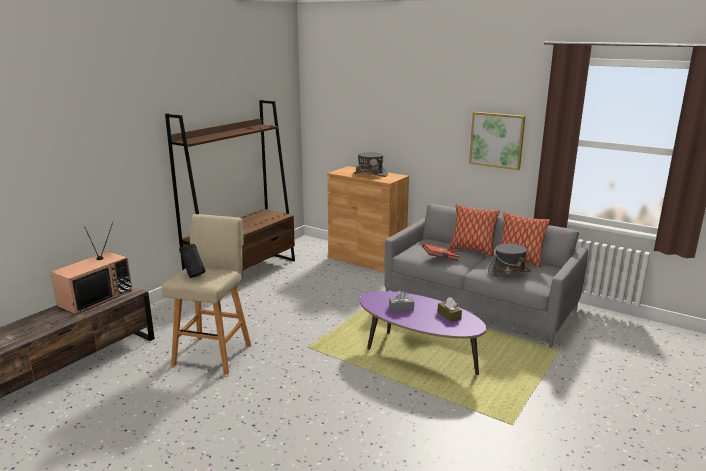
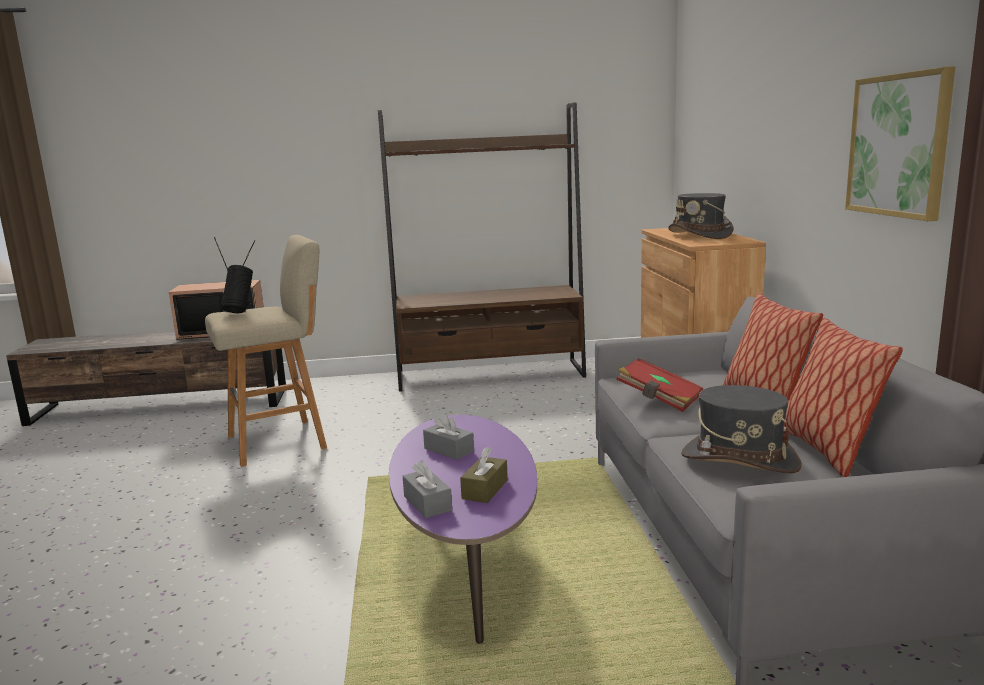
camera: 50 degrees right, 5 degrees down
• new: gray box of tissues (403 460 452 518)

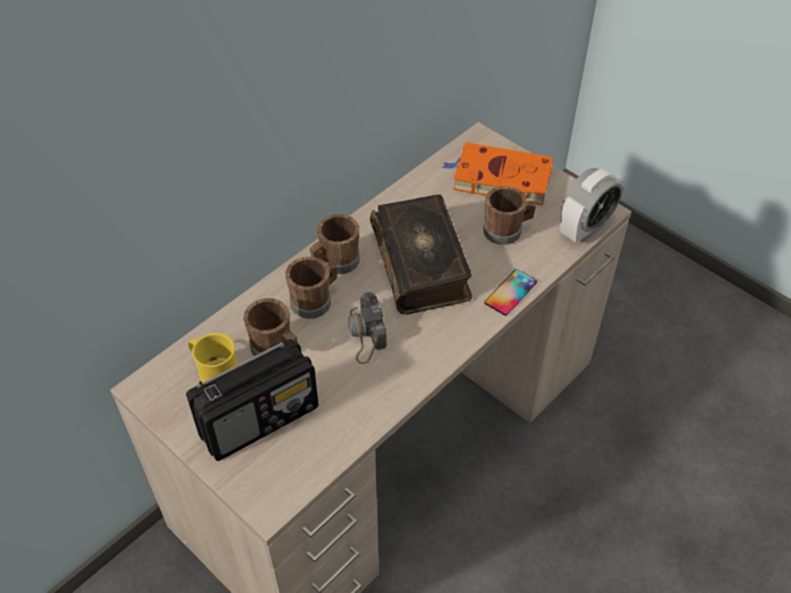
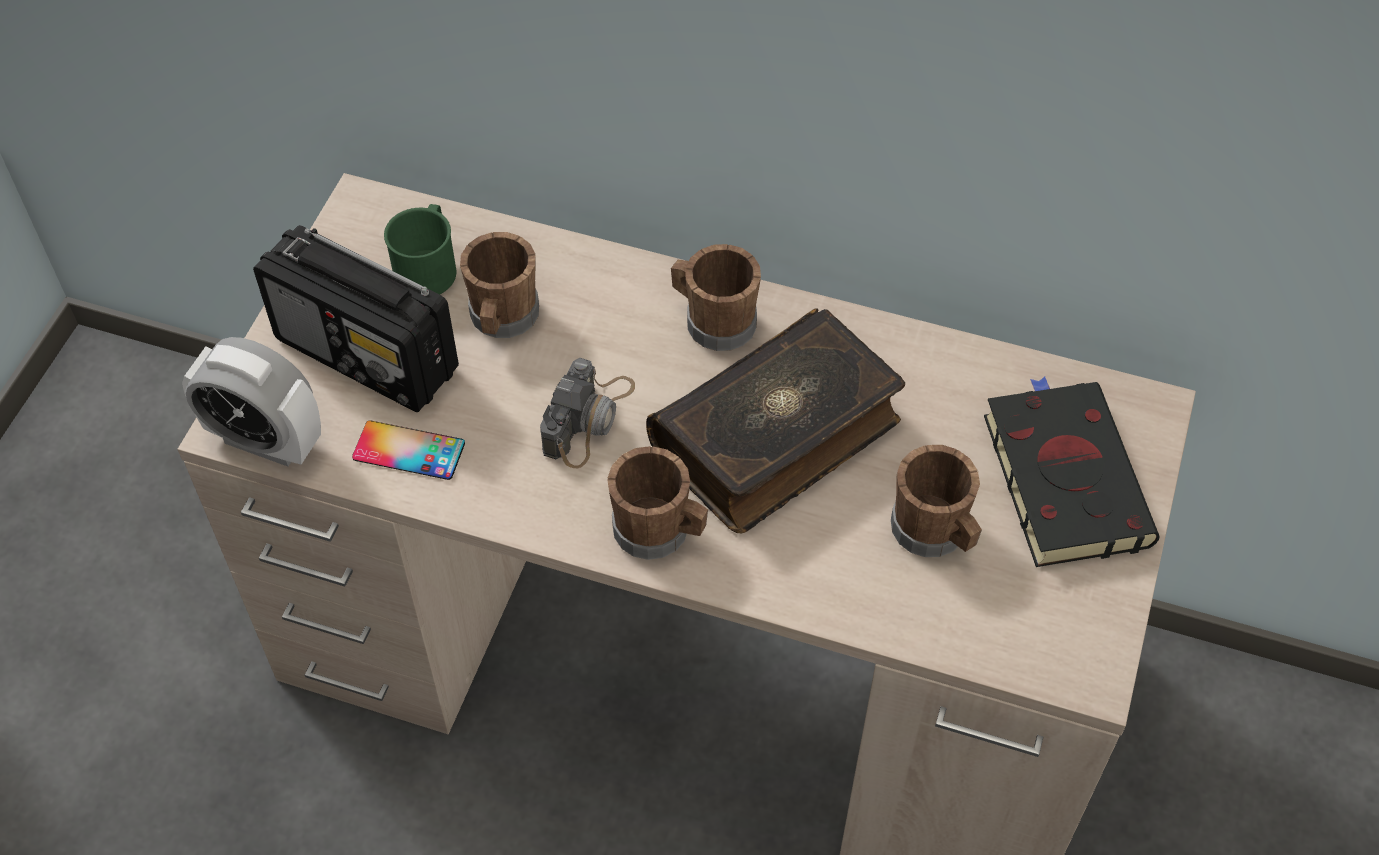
camera: 65 degrees right, 5 degrees up
• shifted: brown-coloured tea mug (285 256 337 319) to (607 446 708 560)
• shifted: phone (484 269 537 316) to (352 420 465 480)
• shifted: alarm clock (560 168 623 243) to (182 337 321 466)
• repainted: yellowish tea mug (188 333 238 383) to greenish tea mug (384 204 457 294)
• repainted: orange-coloured book (442 142 553 206) to black book (984 377 1160 567)
• rotated: still camera (348 292 387 364) = (540 358 635 468) 150 degrees clockwise

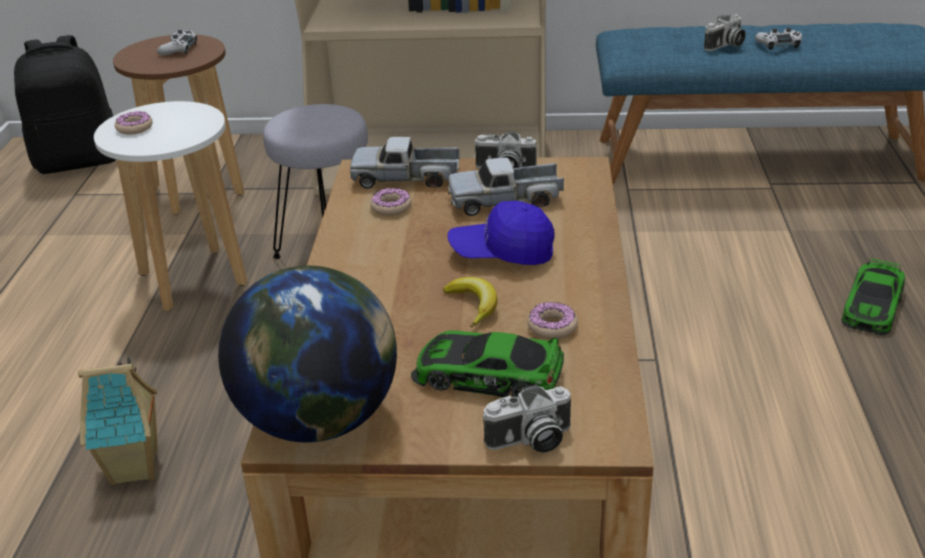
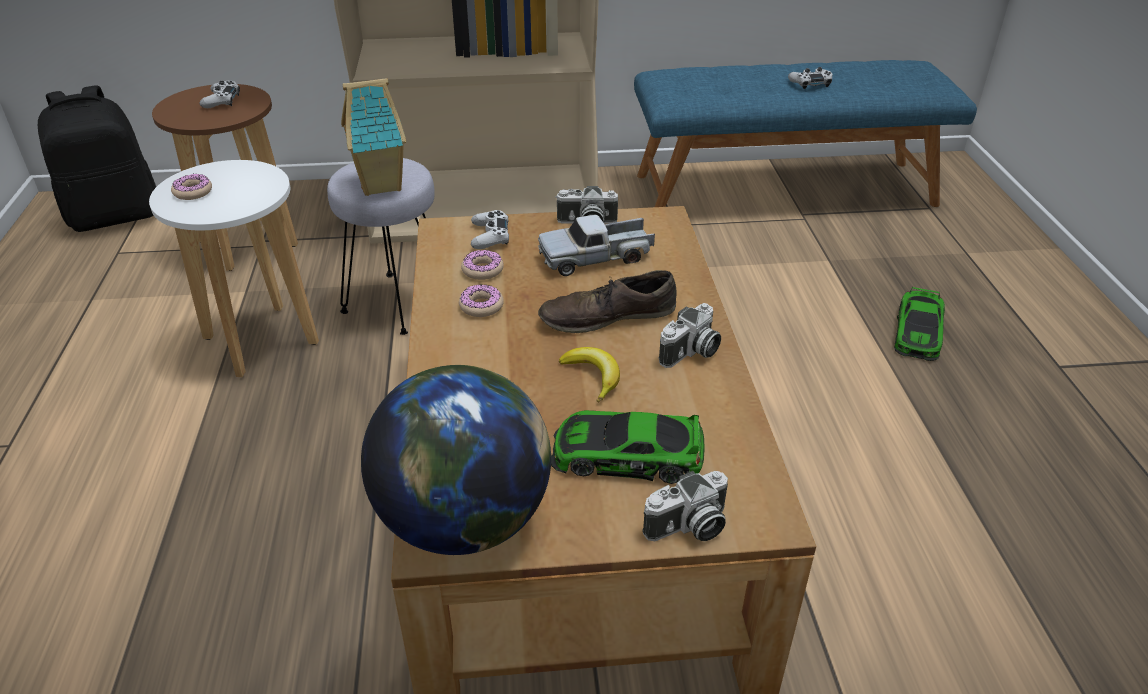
camera: 10 degrees left, 5 degrees up
• shifted: model house (78 357 158 485) to (341 78 406 196)
• shifted: donut (527 302 578 339) to (459 284 504 317)
• shifted: still camera (704 14 746 51) to (659 303 721 368)
• swapped: toy lorry (350 137 460 189) to white gamepad (471 210 509 249)
• swapped: bluish baseball cap (447 201 555 265) to brown-coloured item of footwear (538 270 677 333)

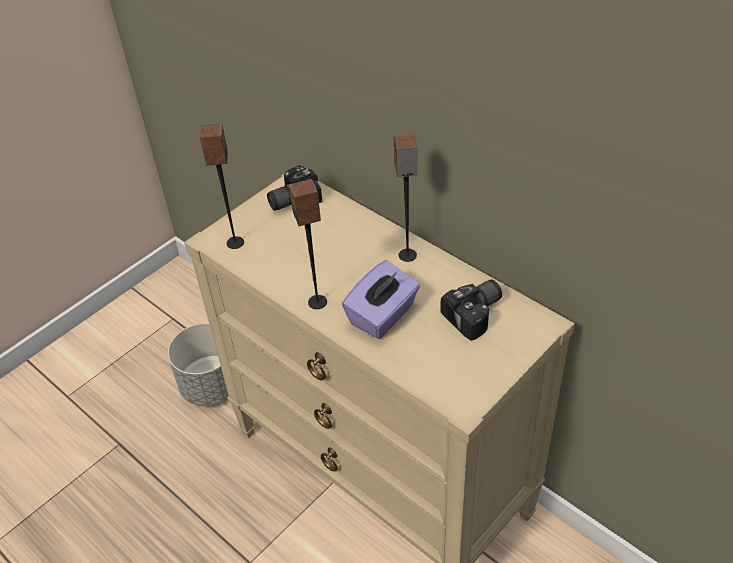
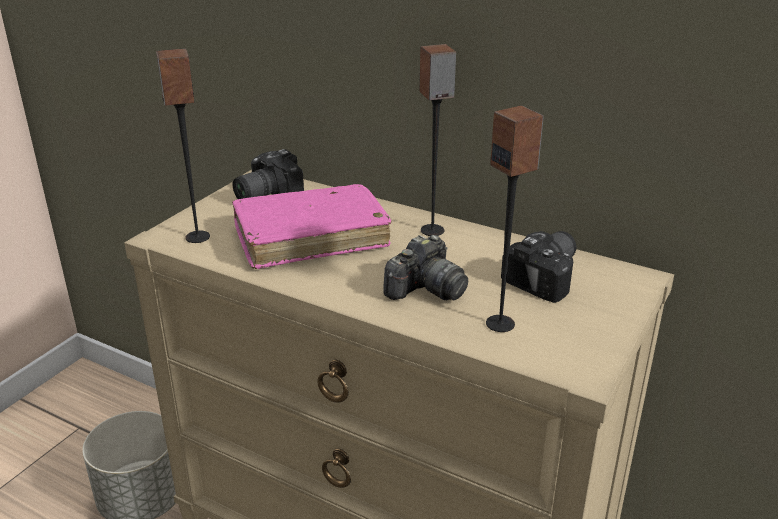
camera: 15 degrees left, 15 degrees down
• new: pinkish book (232 184 392 269)
• shifted: speaker (289 179 327 309) to (486 106 544 332)
• swapped: purple box of tissues (342 260 420 339) to still camera (383 235 468 300)

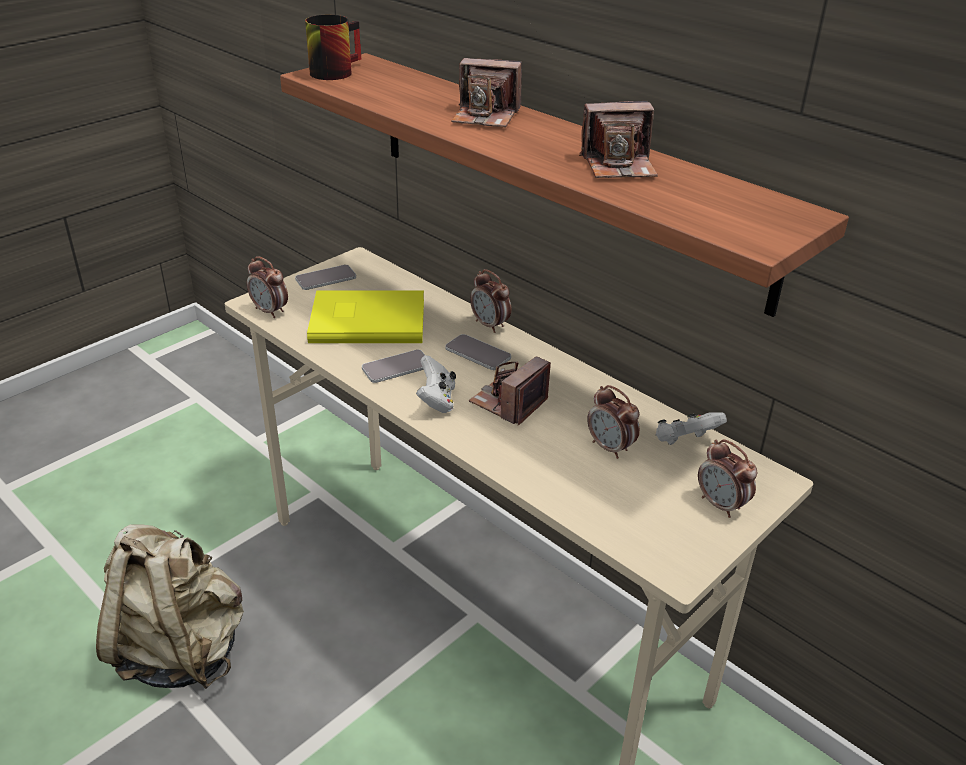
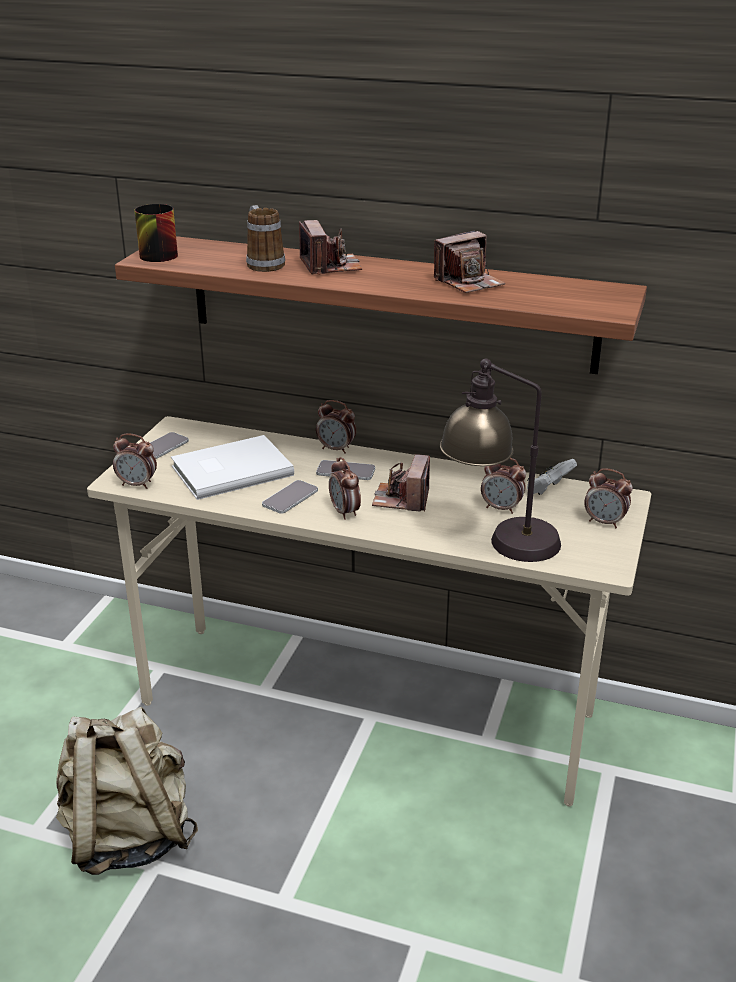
camera: 25 degrees left, 5 degrees down
• new: tea mug (246 205 285 272)
• new: tabletop lamp (440 359 561 562)
• swapped: white gamepad (416 355 456 413) to alarm clock (329 457 361 520)
• repainted: yellowish book (307 290 424 343) to white book (171 435 294 500)
• rotated: still camera (451 58 522 127) = (299 220 362 275) 90 degrees counterclockwise

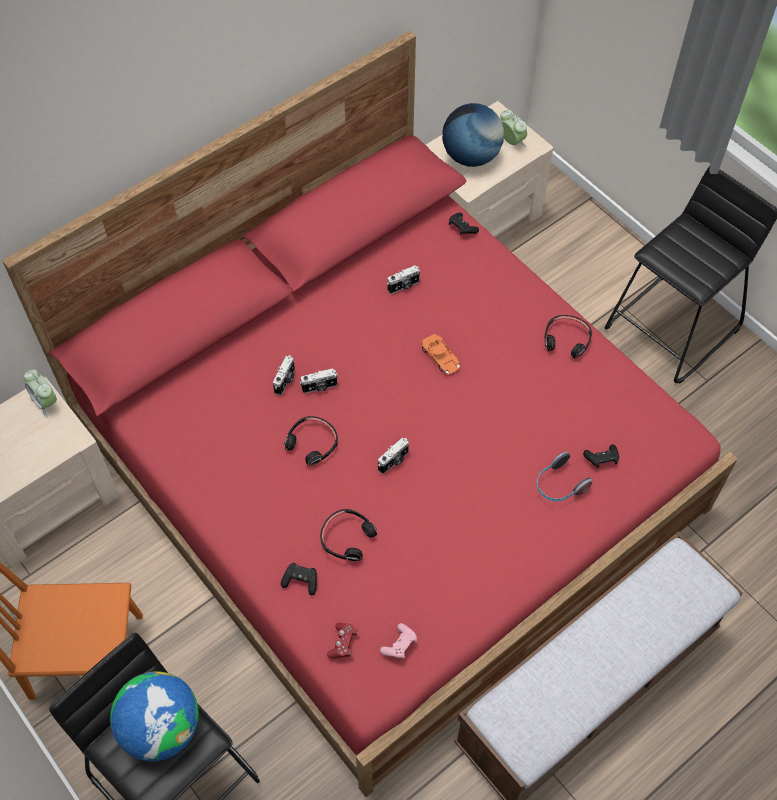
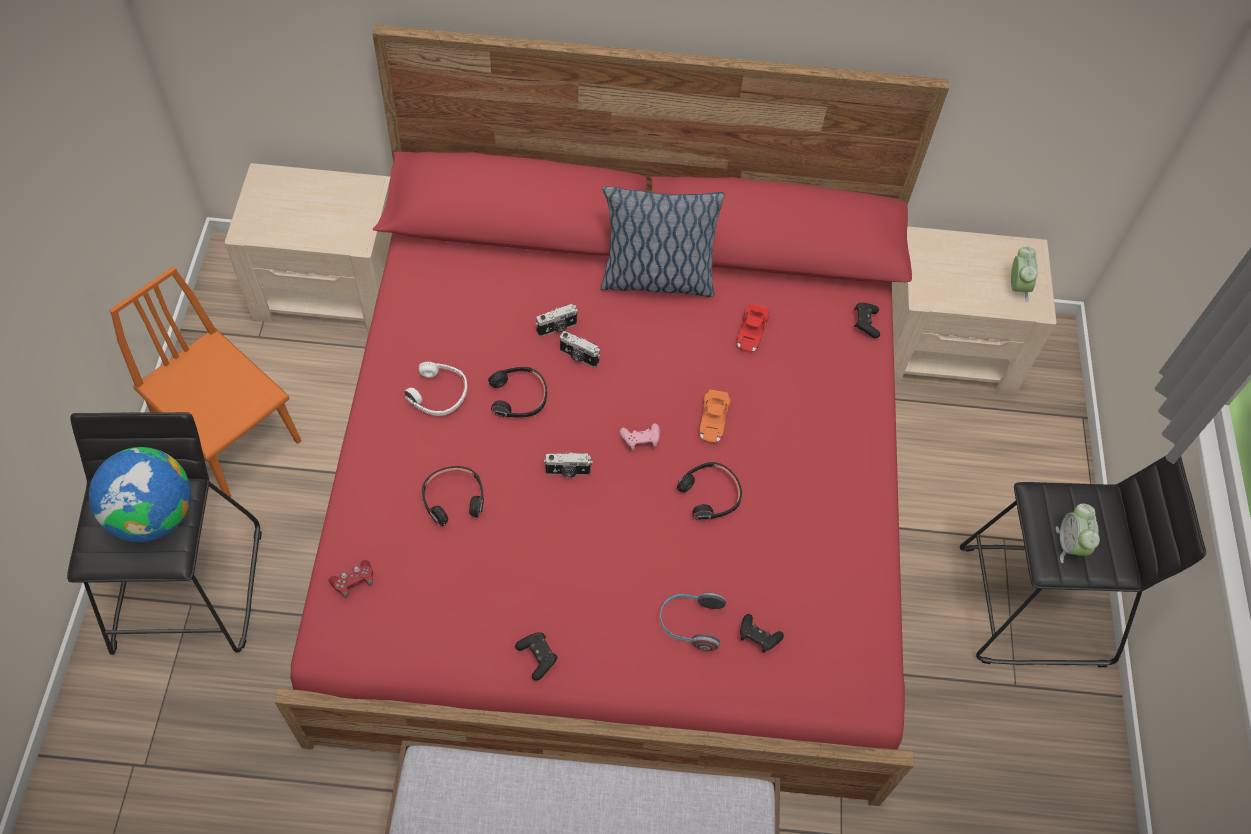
camera: 40 degrees right, 0 degrees up
• gone: globe (442 103 504 167)
• new: white headset (404 362 467 416)
• new: cushion (601 186 725 297)
• shifted: alarm clock (24 369 57 417) to (1056 504 1100 563)
• shifted: black gamepad (281 563 317 595) to (515 632 558 680)
• shifted: pinkish gamepad (380 623 417 659) to (619 424 660 450)
• shifted: black headset (545 315 592 359) to (677 462 742 520)
• swapped: still camera (387 266 420 294) to reddish toy car (737 303 770 352)

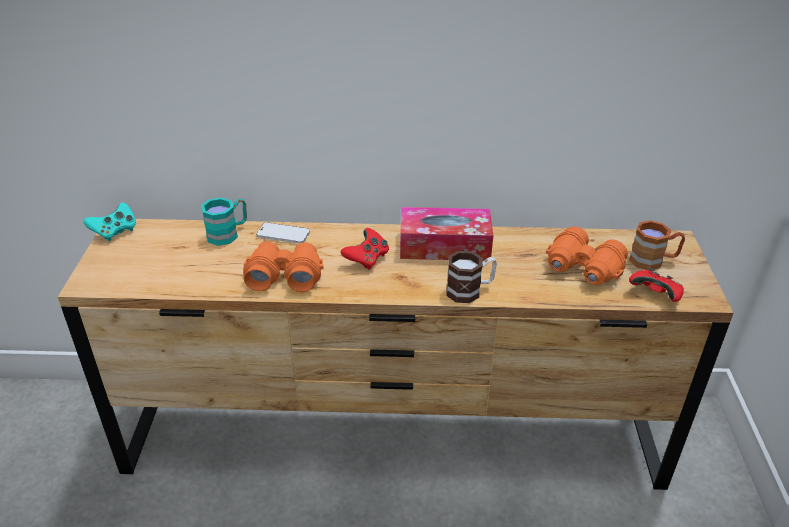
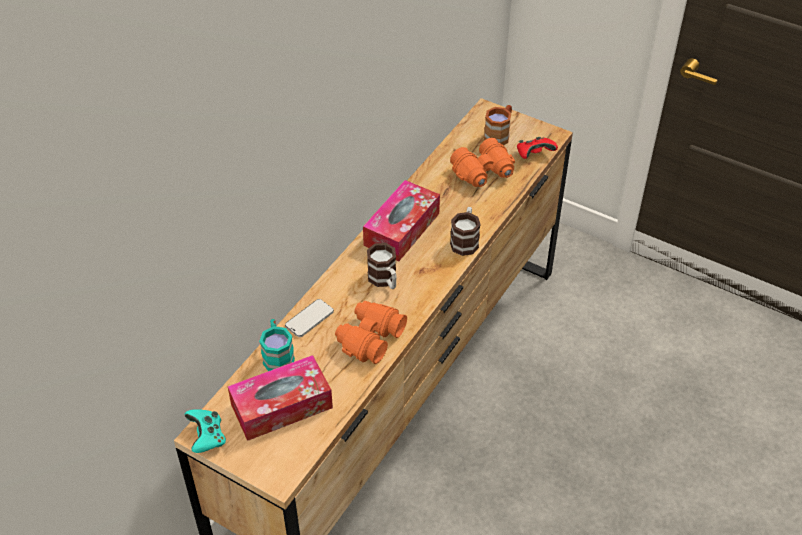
camera: 60 degrees left, 10 degrees up
• new: box of tissues (228 355 333 441)
• swapped: reddish gamepad (341 228 389 270) to tea mug (367 243 397 289)

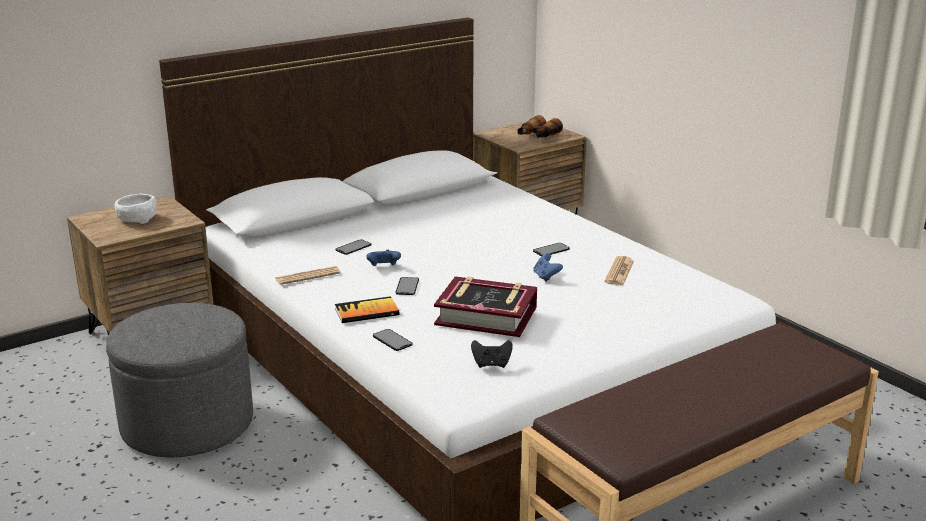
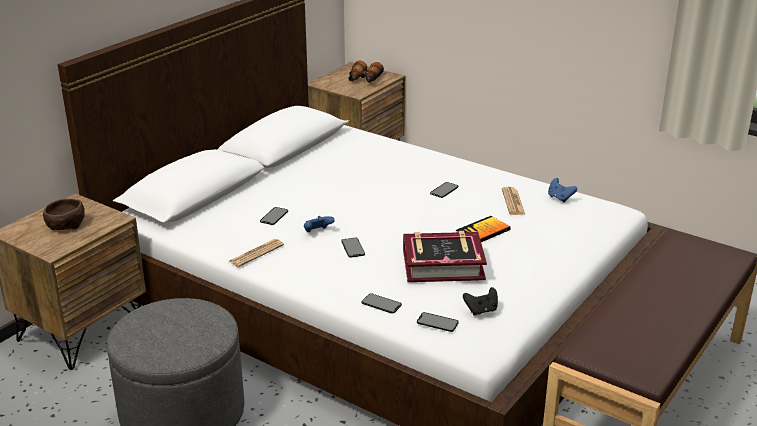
camera: 20 degrees left, 5 degrees up
• new: phone (417 312 459 332)
• shifted: book (335 296 400 323) to (456 216 511 242)
• shifted: bluish gamepad (533 253 563 282) to (548 178 577 203)
• repainted: white deep dish (115 194 157 224) to brown-coloured deep dish (43 199 85 230)

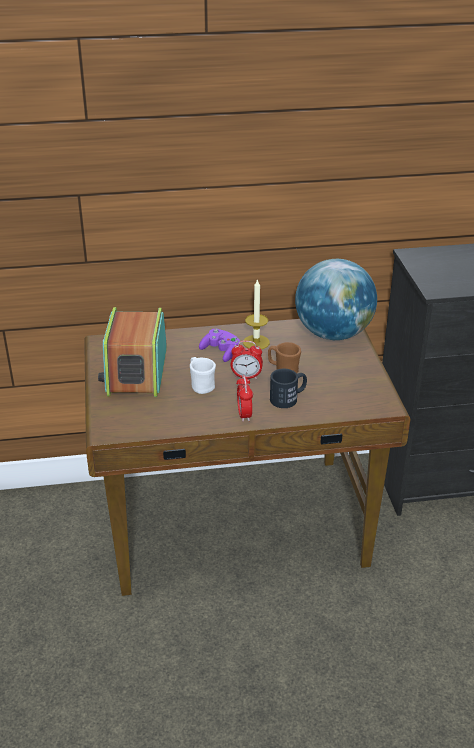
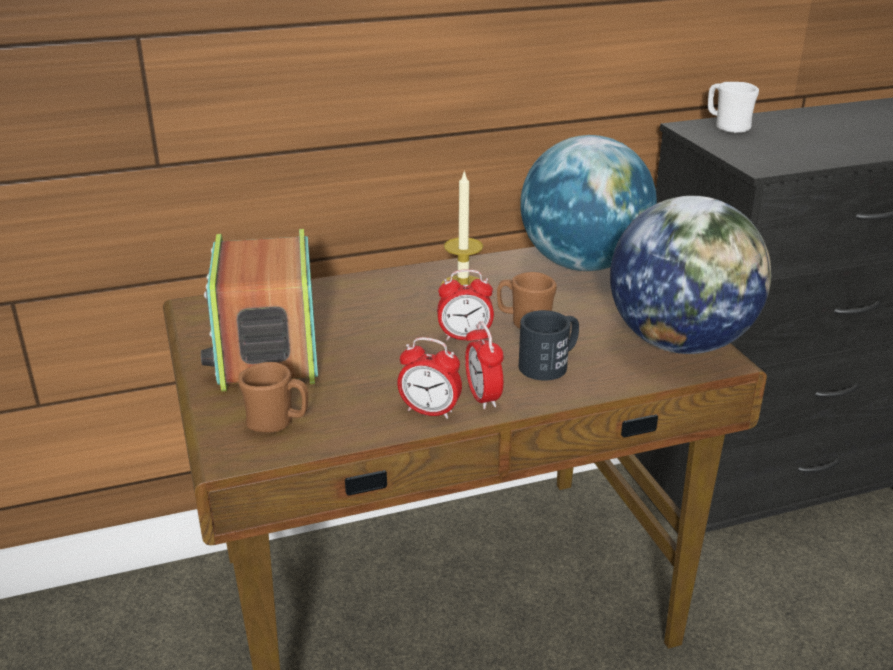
camera: 10 degrees left, 5 degrees down
• gone: purple gamepad (199 329 240 362)
• new: brown-coloured tea mug (238 362 308 433)
• new: alarm clock (397 337 462 419)
• new: globe (610 196 771 354)
• shifted: white tea mug (190 357 216 394) to (708 82 759 133)

